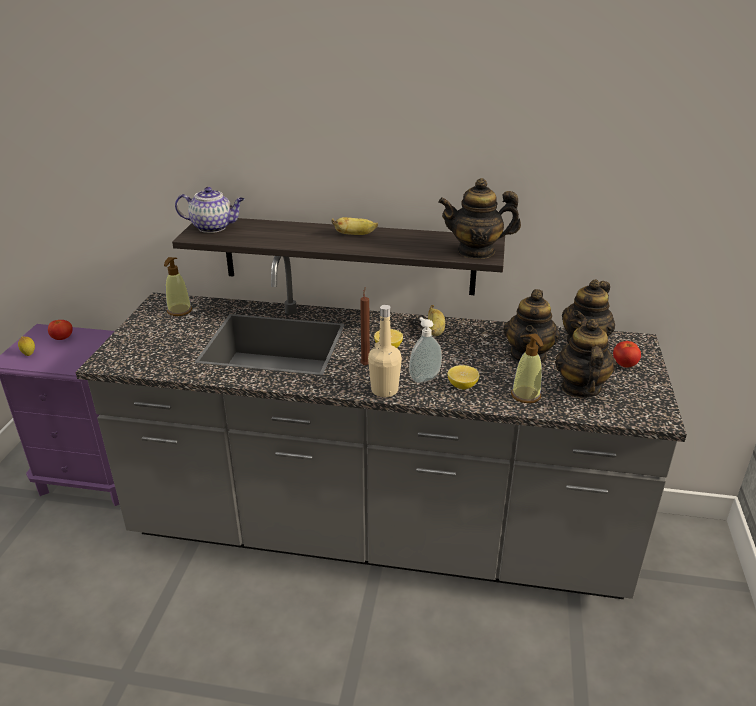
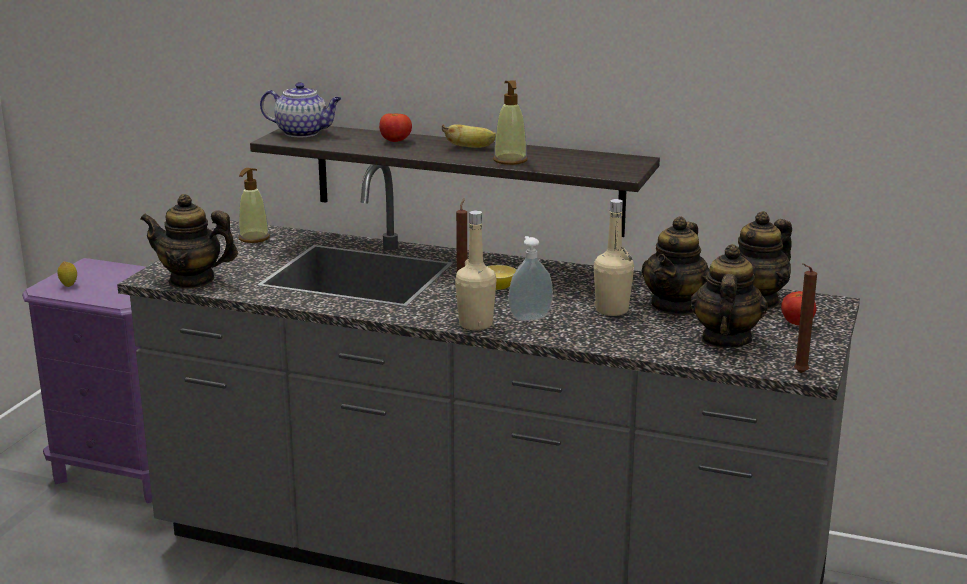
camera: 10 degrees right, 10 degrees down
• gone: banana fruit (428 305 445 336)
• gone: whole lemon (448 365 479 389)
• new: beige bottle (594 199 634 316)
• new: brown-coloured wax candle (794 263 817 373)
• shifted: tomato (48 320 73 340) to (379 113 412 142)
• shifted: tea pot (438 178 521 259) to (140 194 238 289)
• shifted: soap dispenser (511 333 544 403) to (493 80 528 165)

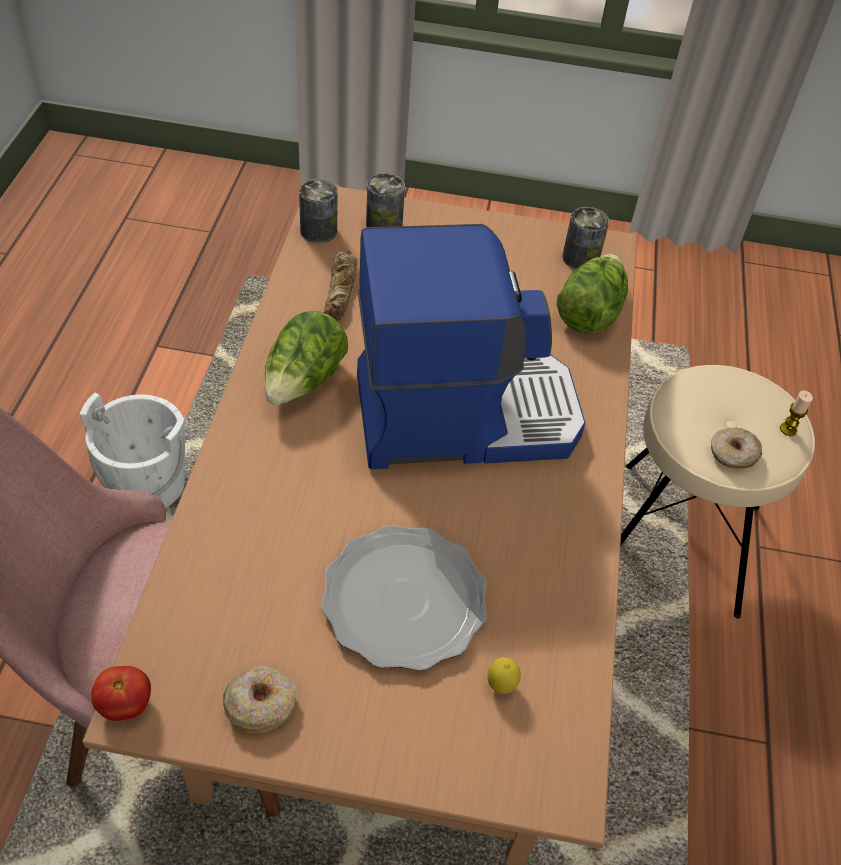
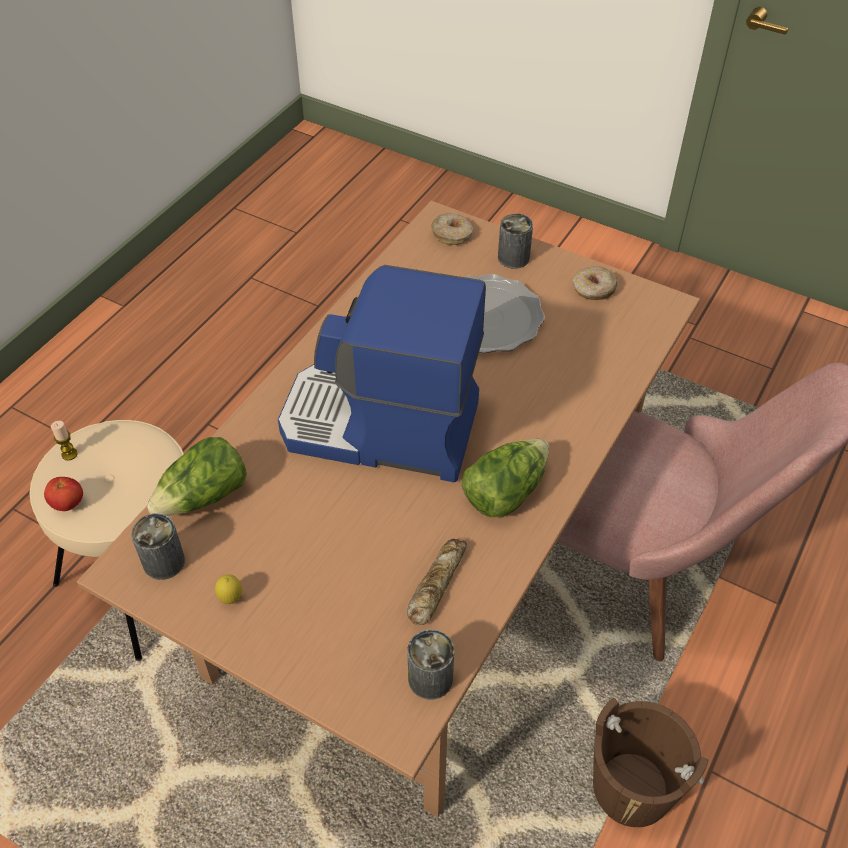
camera: 155 degrees left, 0 degrees up
• shifted: tomato (91 666 151 721) to (44 477 83 511)
• shifted: sealed can (366 173 405 227) to (498 214 533 269)
• shifted: whole lemon (488 657 521 694) to (215 574 242 604)
• shifted: donut (711 428 762 469) to (431 213 473 245)
• repainted: white pail (79 393 185 508) to brown-coloured pail (593 698 708 827)

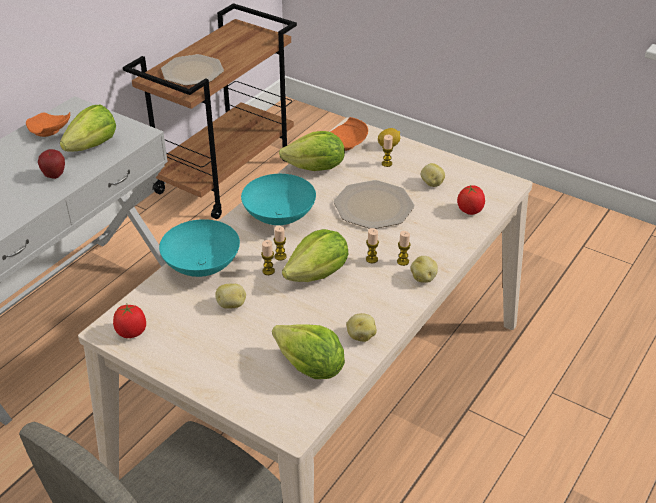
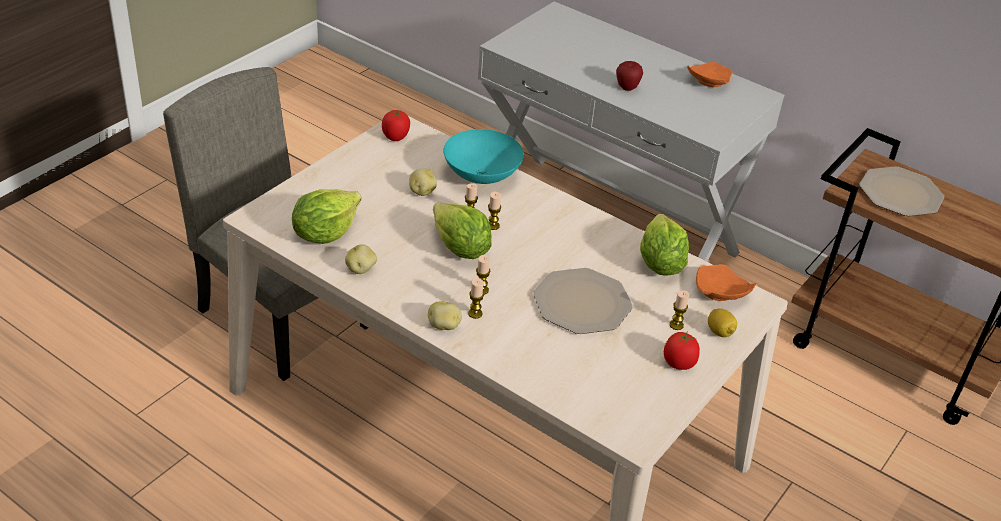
camera: 90 degrees right, 0 degrees up
• gone: lettuce head (60 105 116 152)
• gone: blue-green deep dish (241 174 316 225)
• gone: spud (421 163 445 187)
• shifted: tomato (457 185 485 215) to (664 332 700 370)

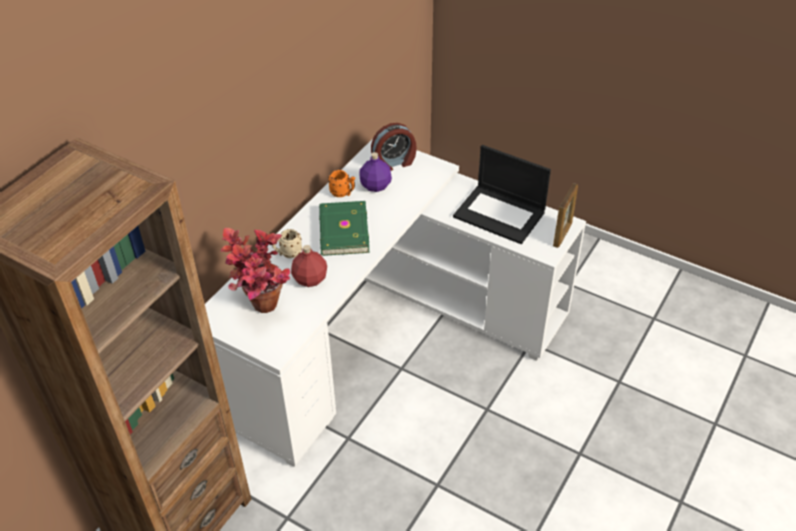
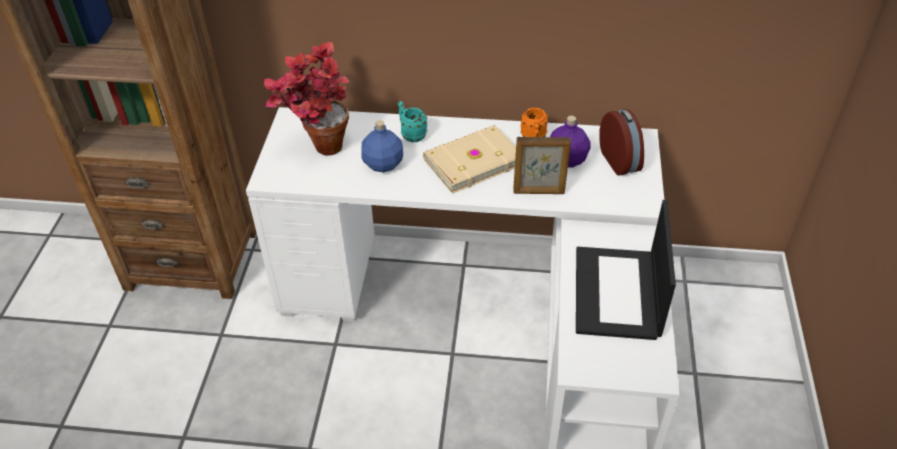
camera: 65 degrees right, 0 degrees up
• shifted: picture frame (553 183 578 248) to (513 137 571 194)
• repainted: beige tea mug (272 229 302 258) to blue-green tea mug (398 101 427 142)
• repainted: reddish bottle (291 245 327 287) to bluish bottle (361 120 403 172)
• repainted: greenish book (319 201 370 256) to beige book (423 125 516 194)
• rotated: alarm clock (371 123 417 171) = (599 109 644 175) 150 degrees counterclockwise

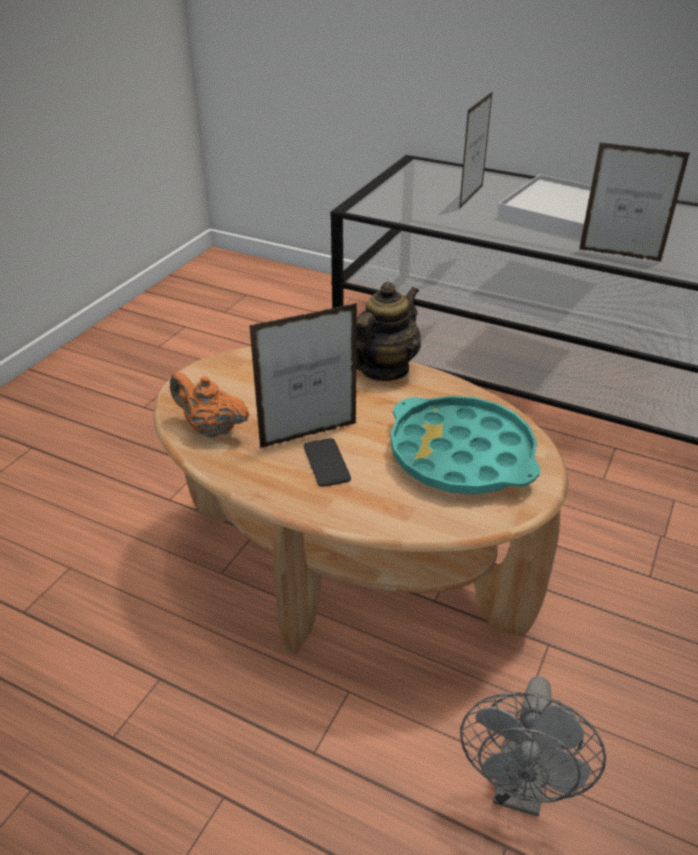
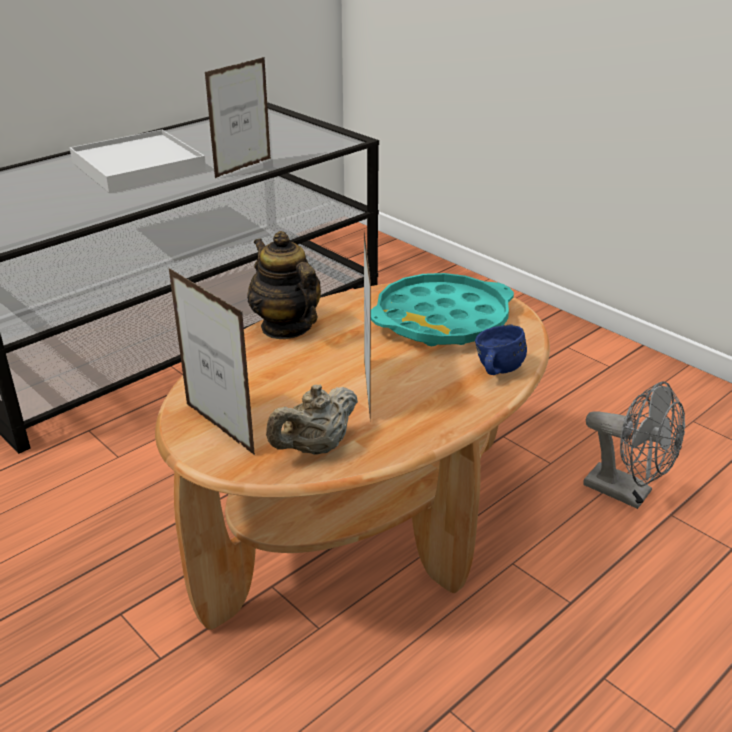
camera: 70 degrees left, 5 degrees down
• gone: phone (304 438 351 487)
• new: bluish tea mug (475 324 527 375)
• shifted: picture frame (459 91 493 209) to (169 268 255 455)
• repainted: orange-coloured tea pot (170 372 250 438) to beige tea pot (266 385 358 455)

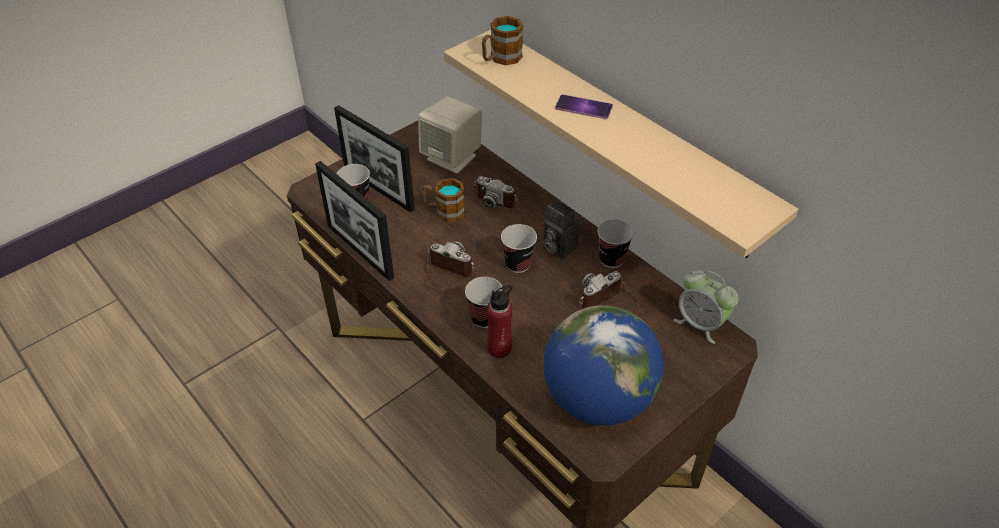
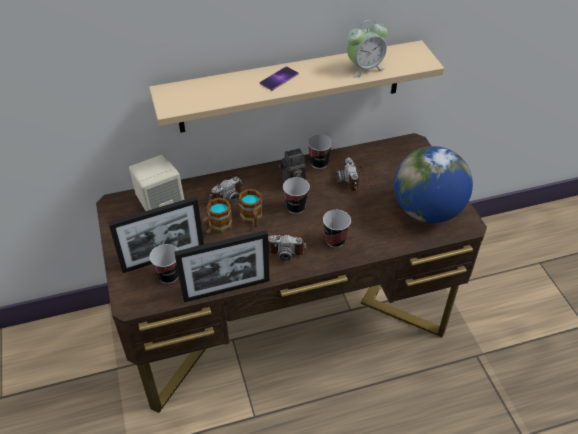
camera: 65 degrees left, 0 degrees up
• gone: reddish bottle (487 285 513 358)
• shifted: tea mug (482 16 523 65) to (238 189 263 227)
• shifted: alarm clock (673 270 739 344) to (347 20 388 78)
• rotated: still camera (424 241 477 295) = (268 233 308 261) 135 degrees counterclockwise

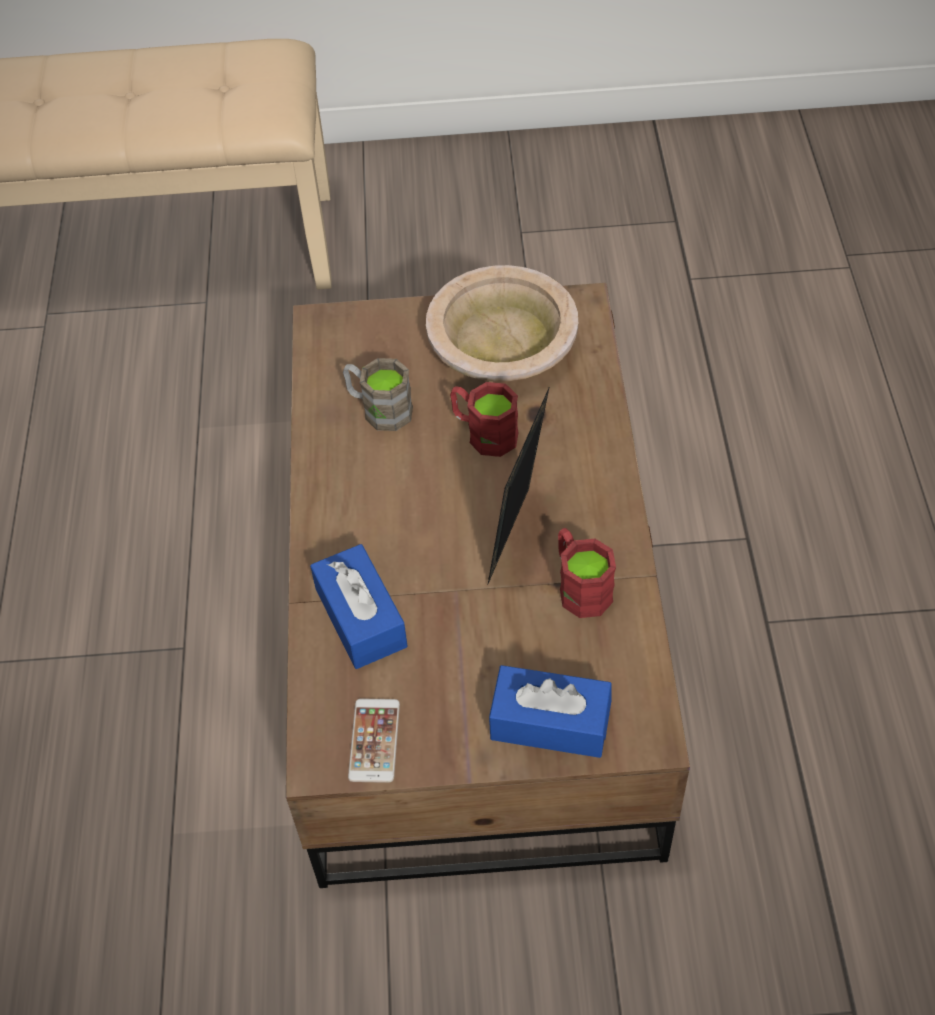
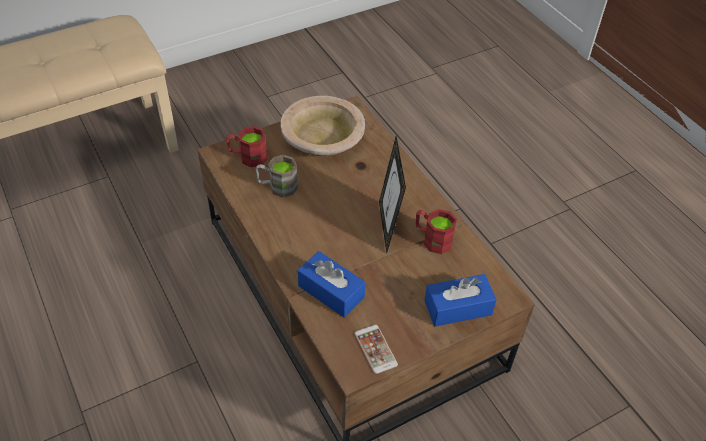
camera: 30 degrees left, 5 degrees down
• shifted: reddish tea mug (450 382 519 457) to (226 126 267 167)

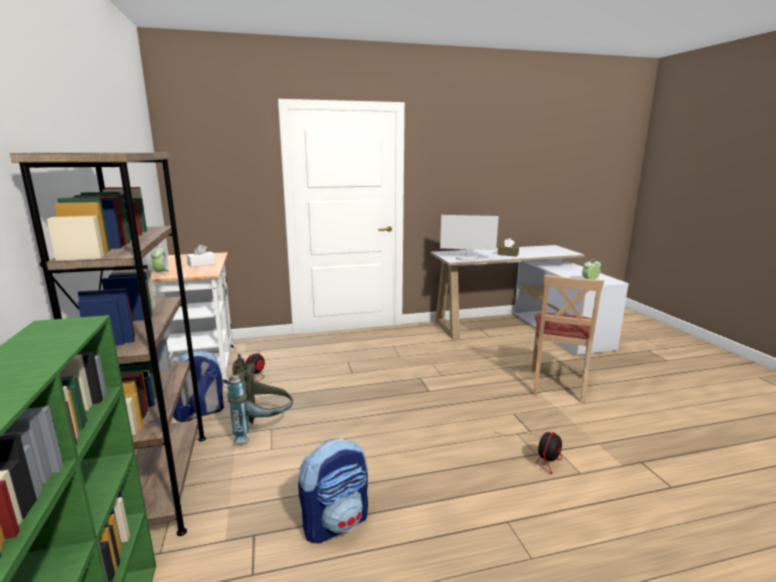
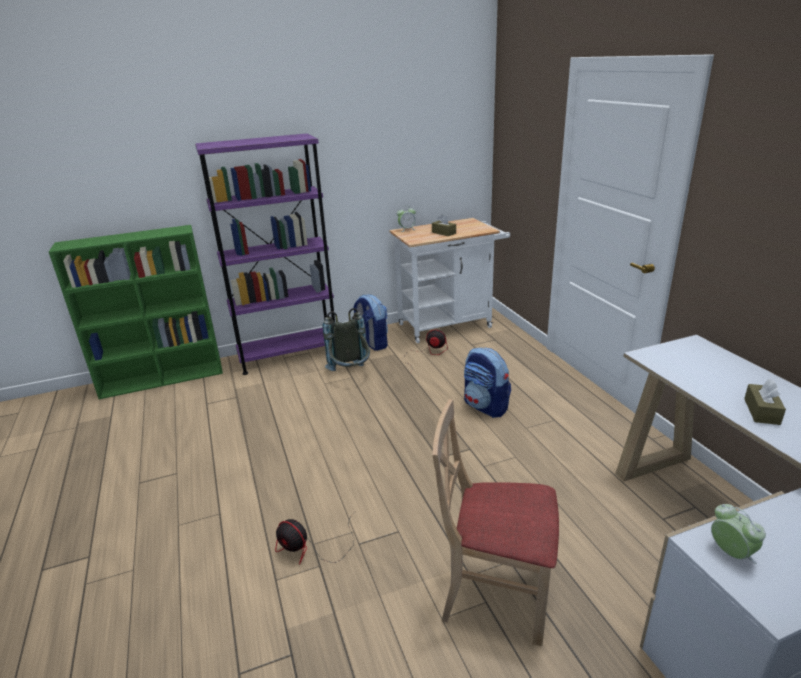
camera: 85 degrees right, 10 degrees up
• gone: computer screen (440 215 499 261)
• shifted: backpack (298 438 368 544) to (464 347 511 418)
• repainted: brown-coloured bookcase (10 152 206 536) to purple bookcase (195 134 335 375)
• repainted: white box of tissues (186 244 216 267) to brown-coloured box of tissues (432 214 456 236)

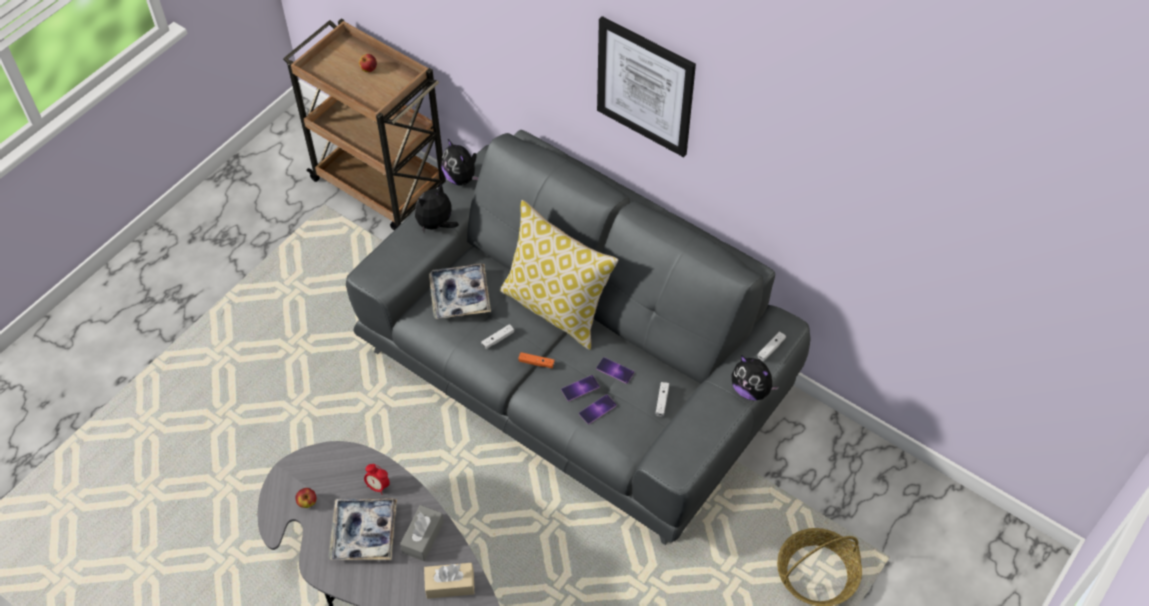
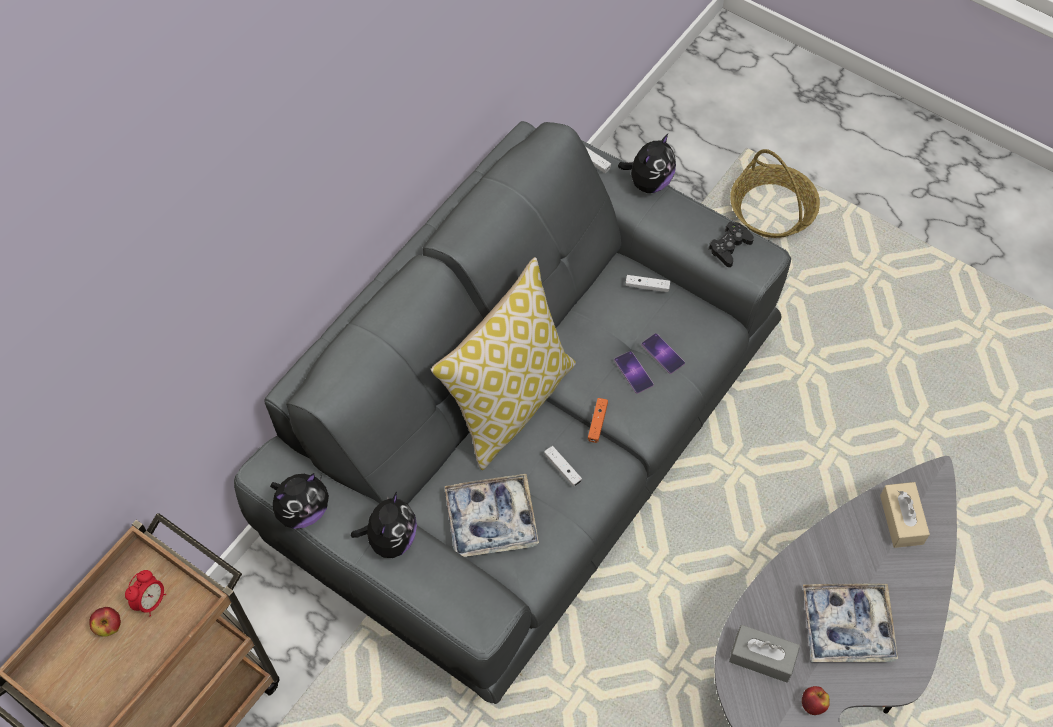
camera: 90 degrees left, 5 degrees up
• gone: phone (596 357 635 384)
• gone: wall art (597 16 696 157)
• new: black gamepad (708 221 754 267)
• shifted: alarm clock (364 464 390 495) to (125 570 166 617)
• shifted: gray box of tissues (400 505 444 561) to (729 625 800 683)
• rotated: plush toy (415 183 459 232) = (351 492 417 558) 120 degrees counterclockwise

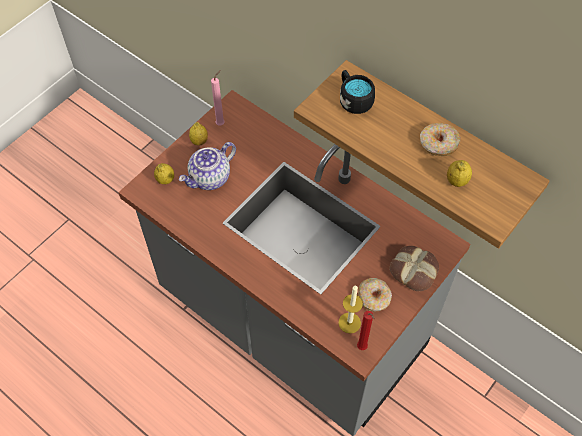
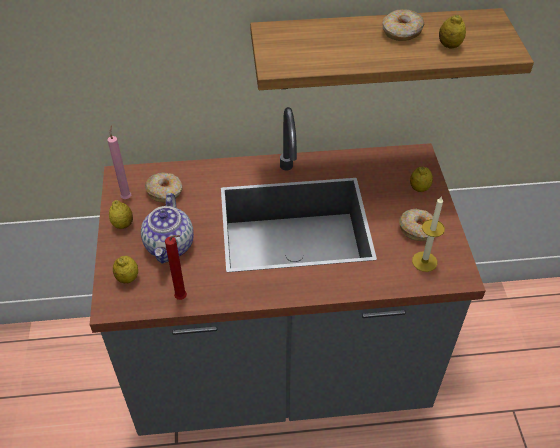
camera: 45 degrees left, 10 degrees down
• gone: black tea mug (340 70 375 114)
• new: donut (145 172 183 203)
• shifted: reddish wax candle (357 311 375 350) to (165 235 187 300)
• swapped: bakery bread (390 246 439 291) to whole lemon (410 166 433 192)

